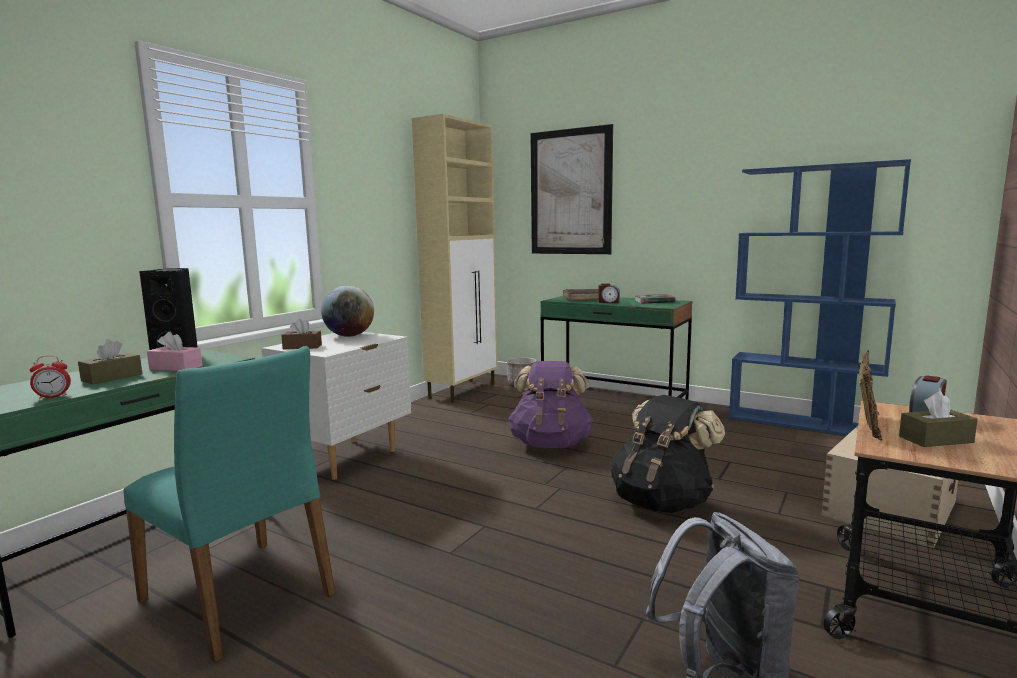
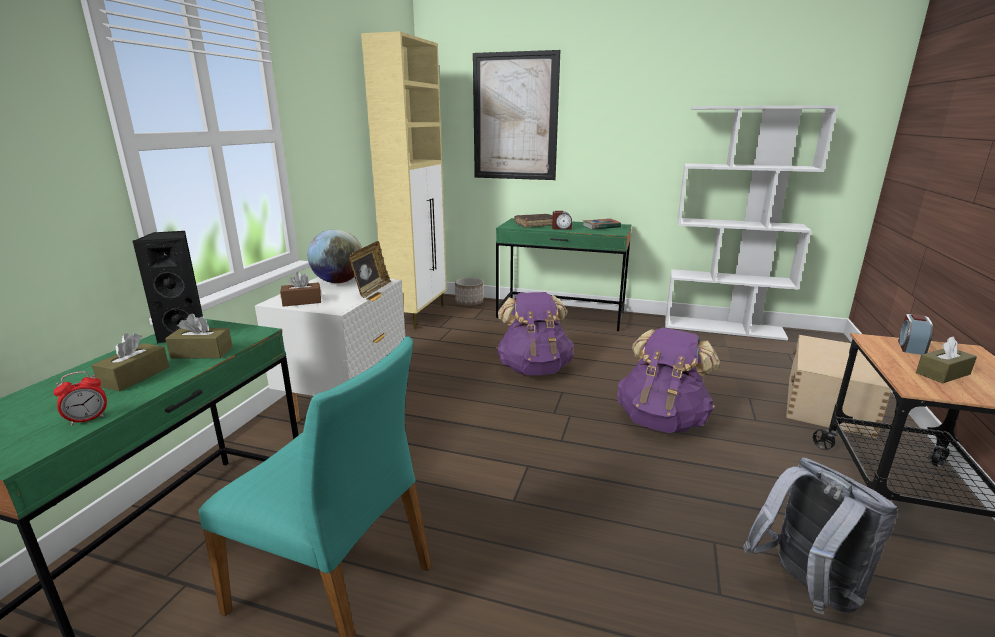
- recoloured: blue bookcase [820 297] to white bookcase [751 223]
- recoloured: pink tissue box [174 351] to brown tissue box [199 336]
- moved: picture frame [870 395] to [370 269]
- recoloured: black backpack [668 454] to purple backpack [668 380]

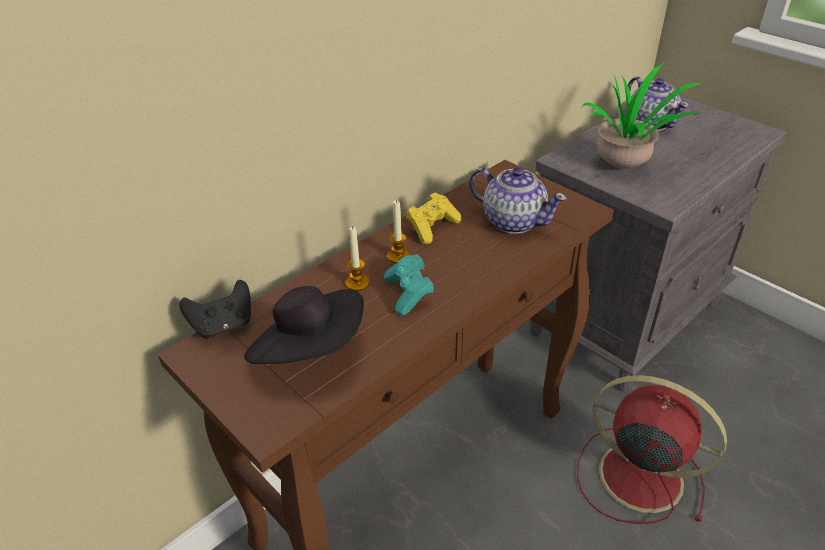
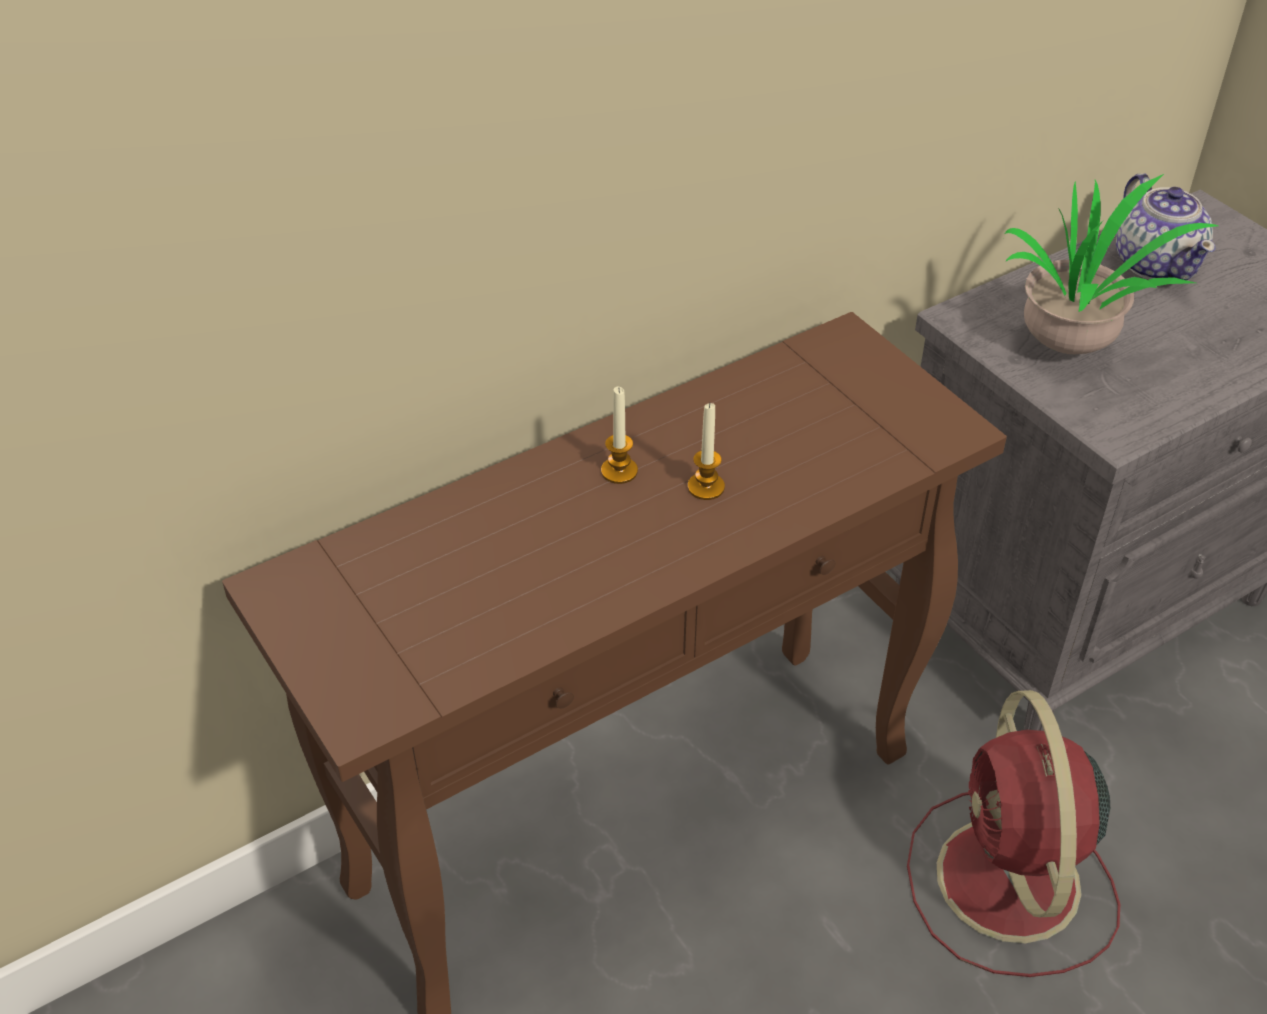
- removed: teapot [518 200]
- removed: yellow game controller [433 218]
- moved: candle [357 258] to [706 451]
- removed: turquoise game controller [409 284]
- removed: black game controller [215 309]
- removed: black hat [304 325]
- turned: red fan [652 449] = [1013 833] 135 degrees counterclockwise

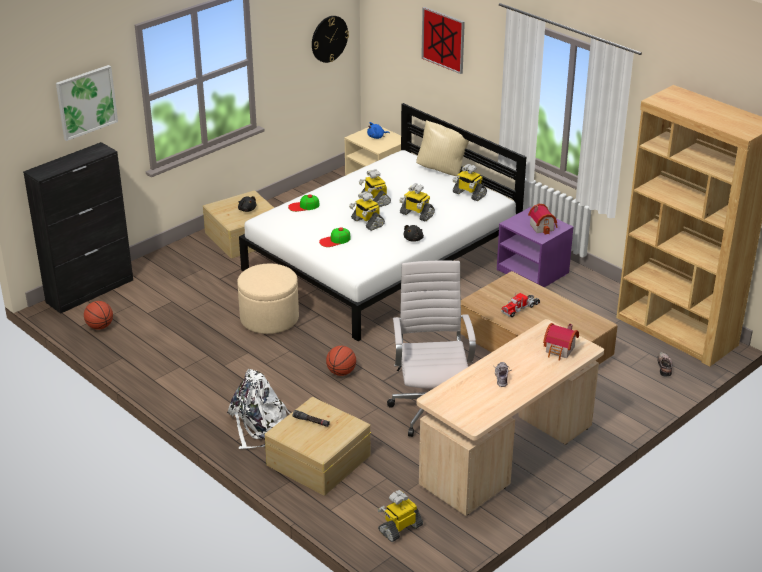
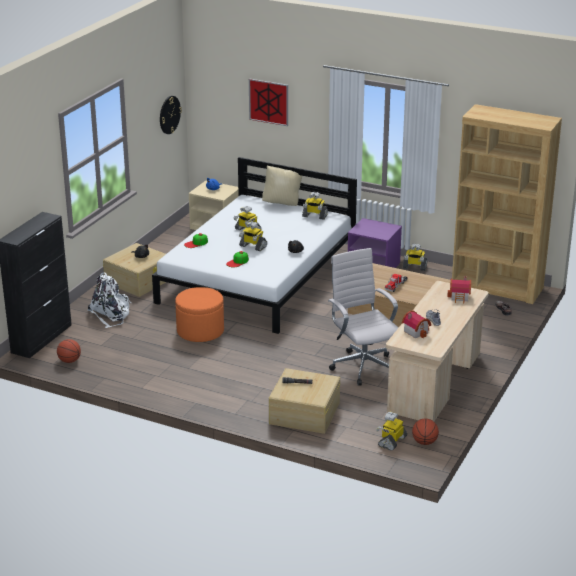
- removed: picture [87 103]
- moved: toy robot [417 203] to [415 257]
- moved: toy house [543 219] to [416 324]
- recoloured: beige ottoman [268 298] to orange ottoman [199 314]
- moved: basketball [341 361] to [425 432]
- moved: white backpack [258 409] to [109 300]

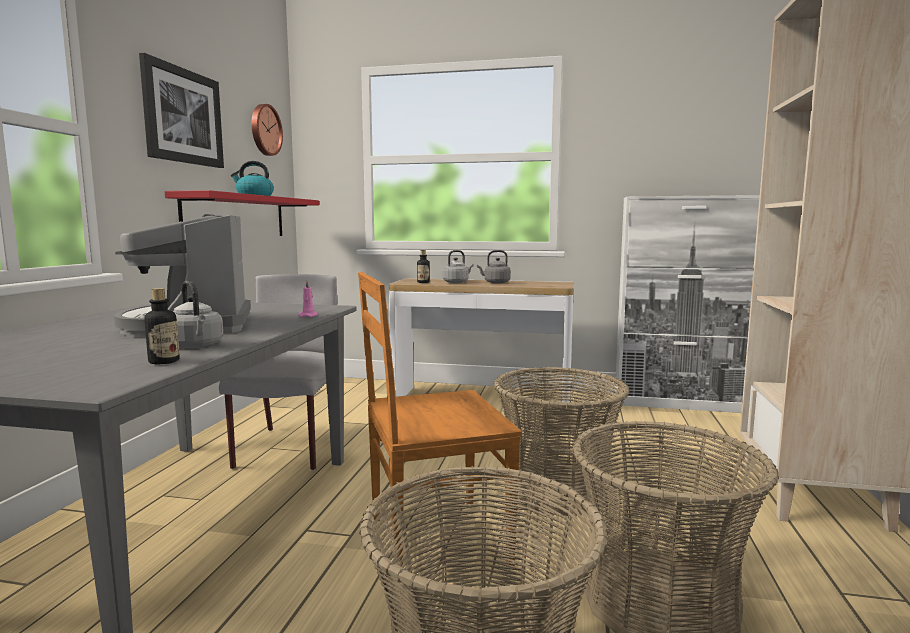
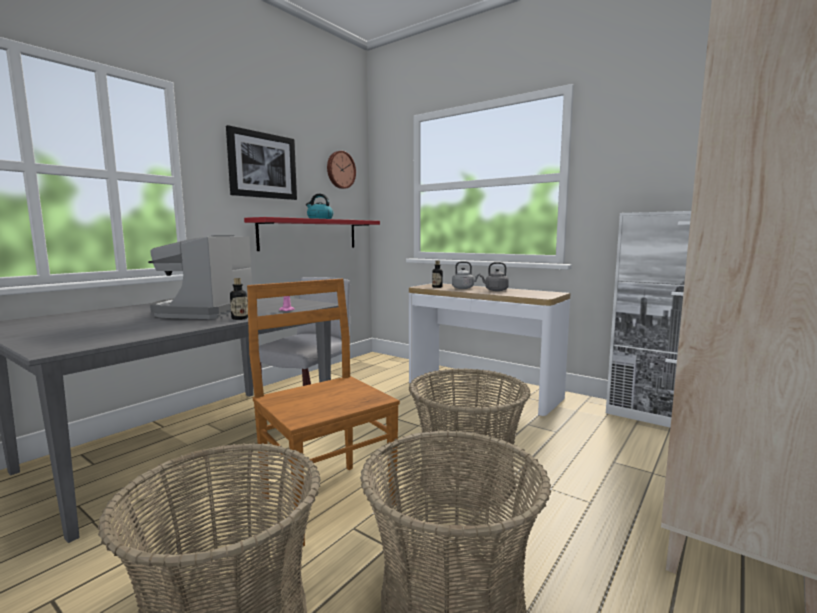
- turned: brown chair [440 419] = [323 413] 45 degrees clockwise
- removed: grey kettle [198 314]
- moved: bottle [162 326] to [239 299]

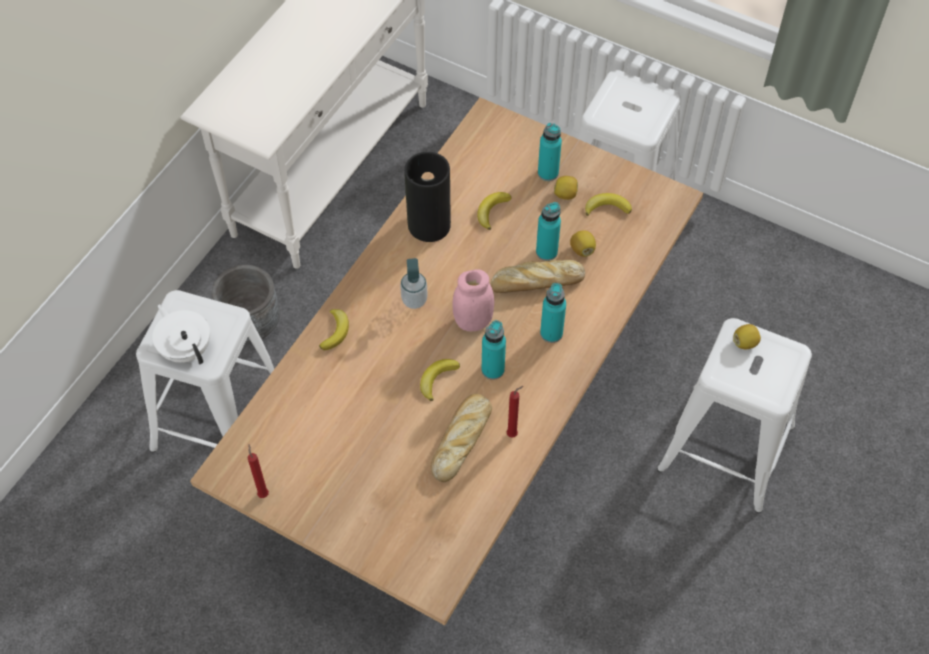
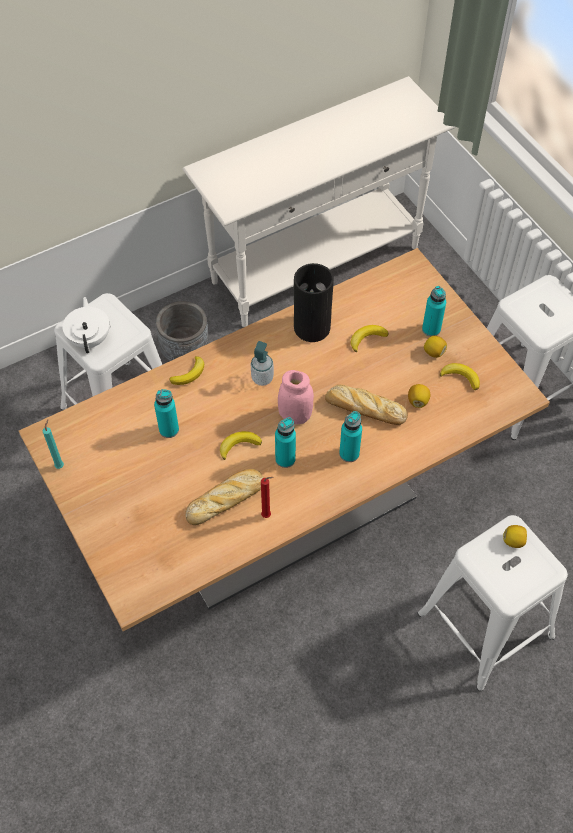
- moved: turquoise bottle [548 231] to [166 413]
- recoloured: red candle [258 471] to turquoise candle [53 444]

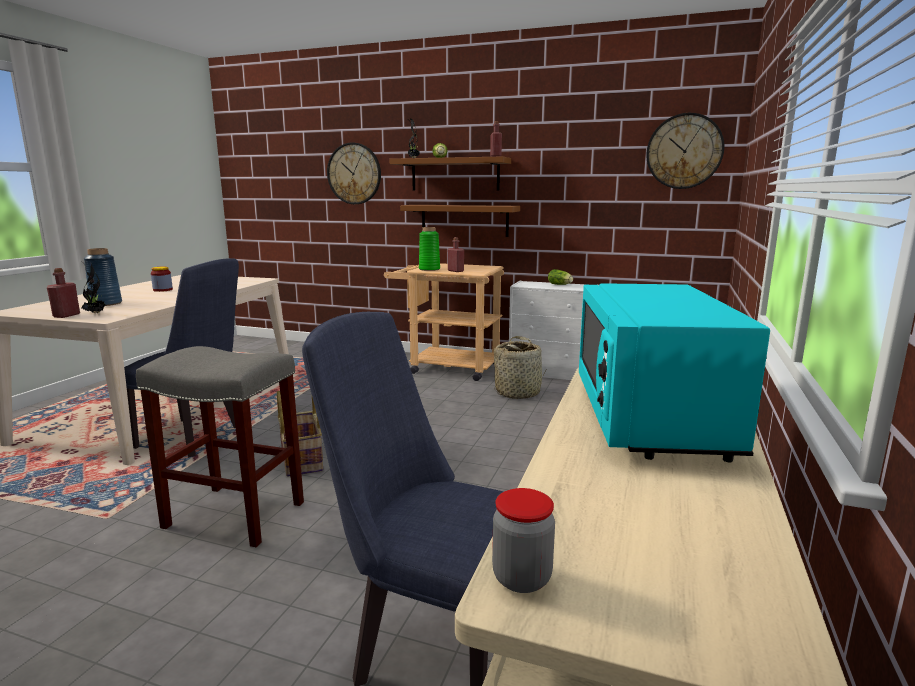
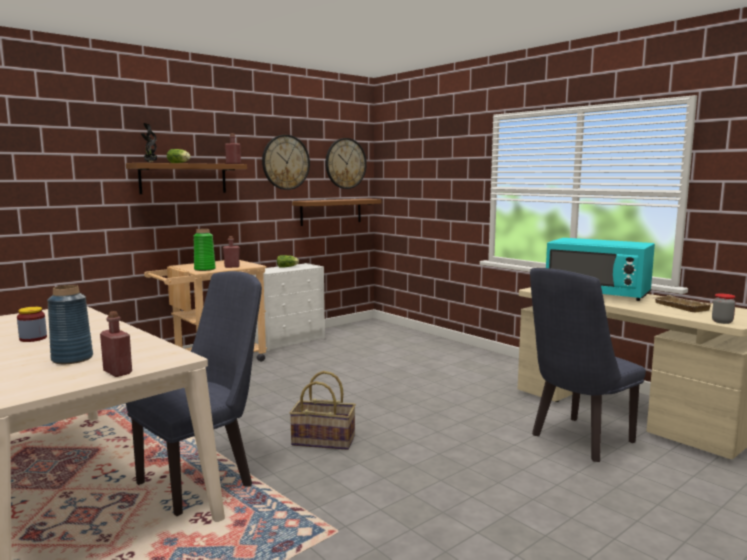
- moved: wall clock [354 173] to [286 162]
- moved: brown shelf [460 221] to [337 212]
- removed: potted plant [92 285]
- removed: basket [520 367]
- removed: grey stool [220 446]
- added: beige tray [683 303]

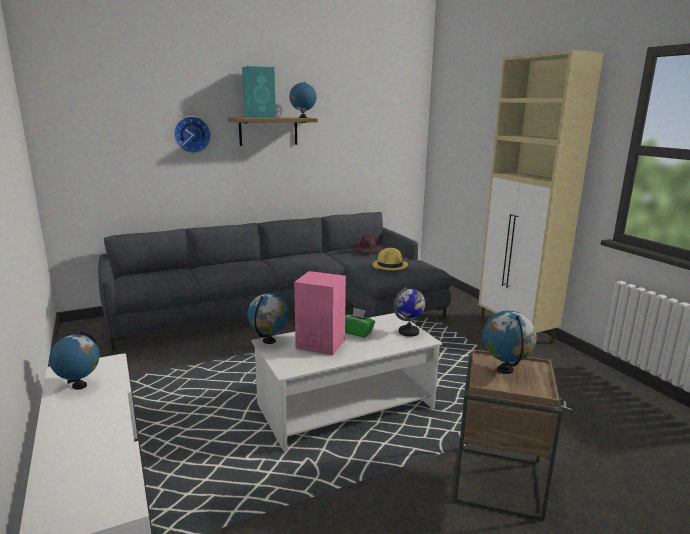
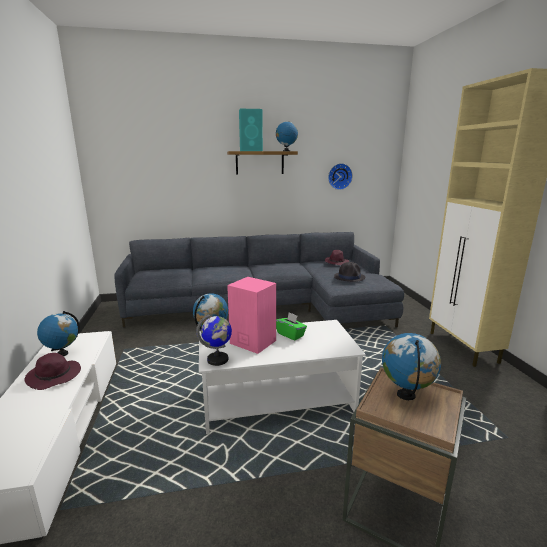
- moved: wall clock [192 134] to [340 176]
- recoloured: yellow hat [390 259] to black hat [349 272]
- moved: globe [410 312] to [214 340]
- added: purple hat [53 371]

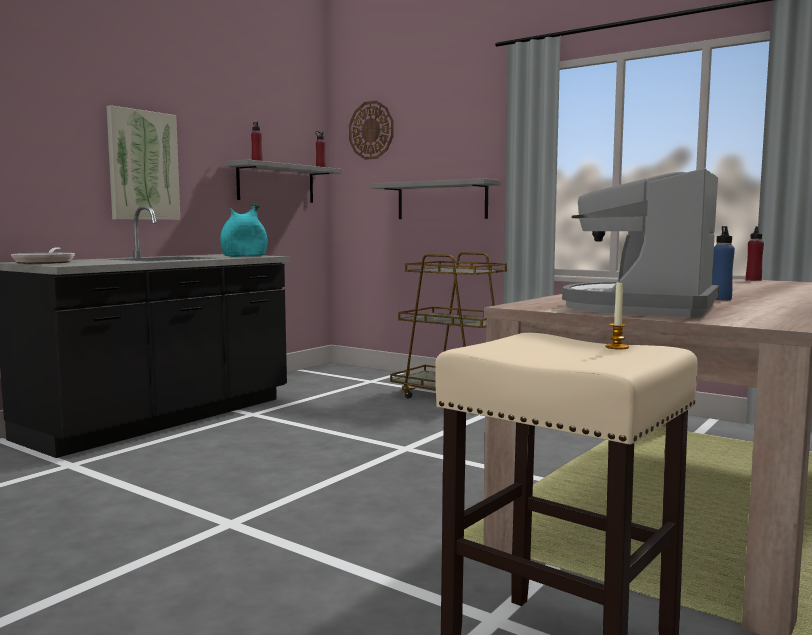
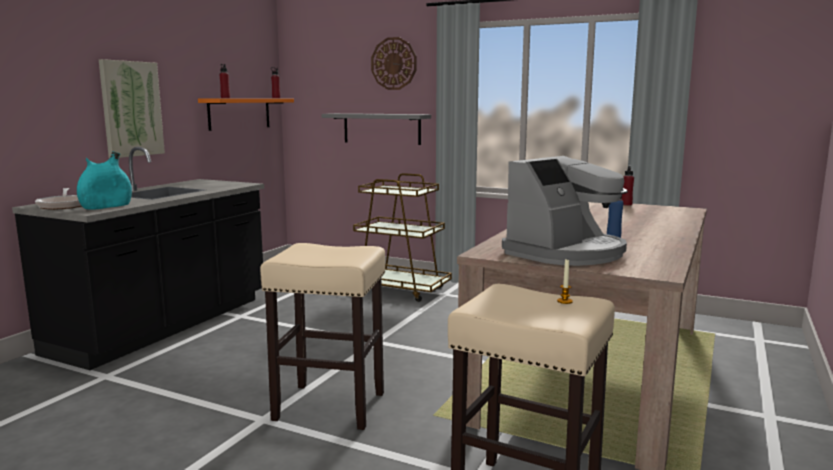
- moved: wall clock [371 130] to [393 63]
- recoloured: grey shelf [283 181] to orange shelf [246 114]
- turned: coffee machine [640 243] = [565 211] 150 degrees counterclockwise
- moved: turquoise vase [243 230] to [104 180]
- added: beige stool [322 336]

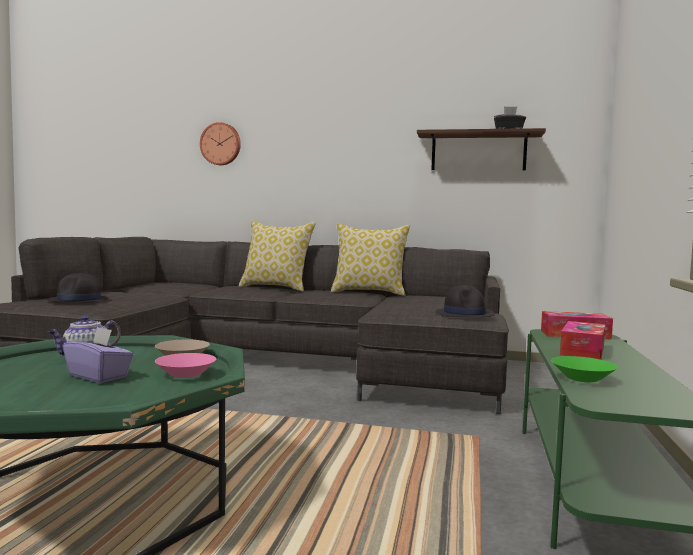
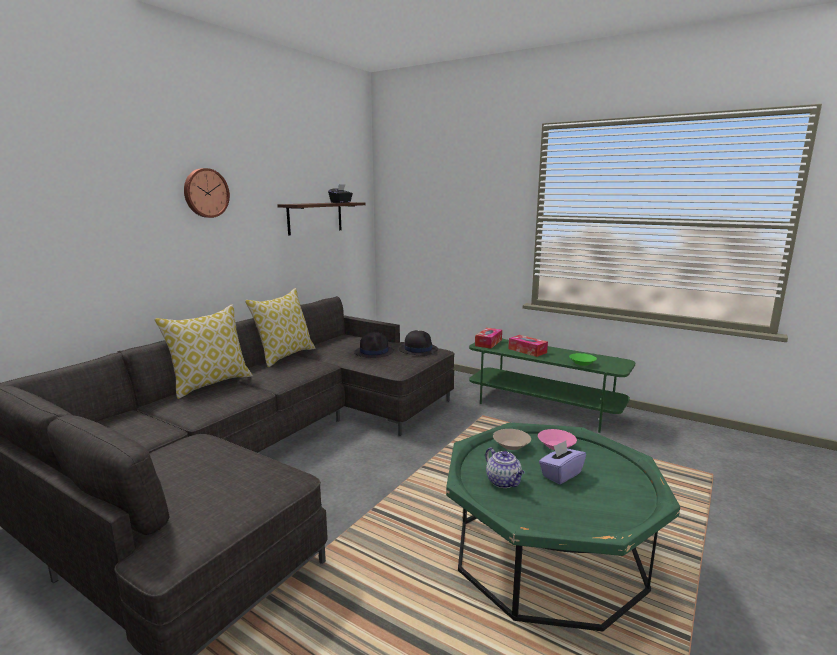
- moved: wall clock [220 143] to [207 193]
- moved: black hat [79 287] to [374 345]

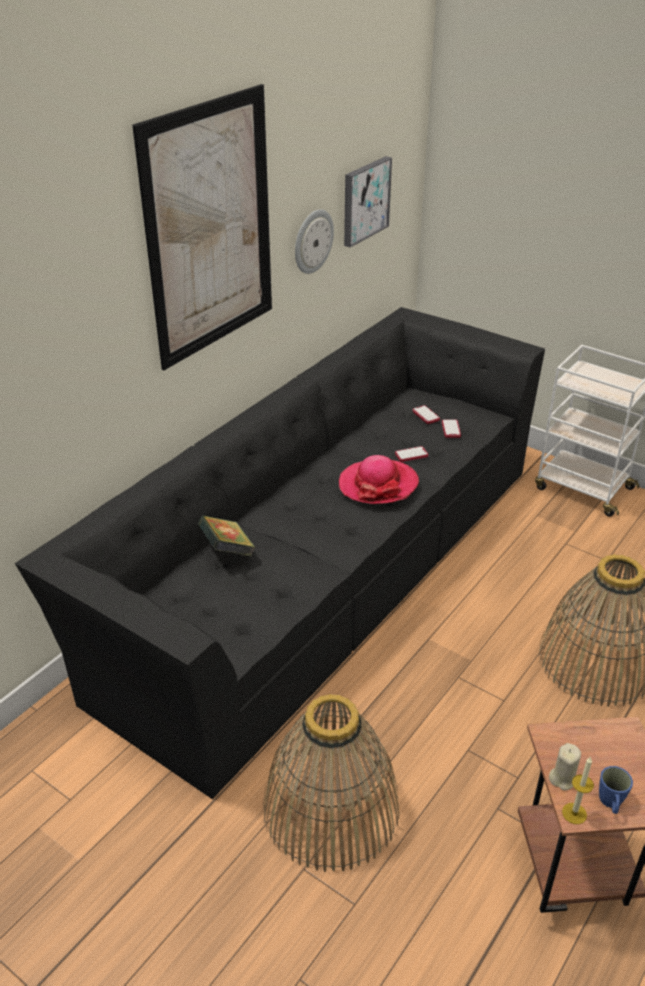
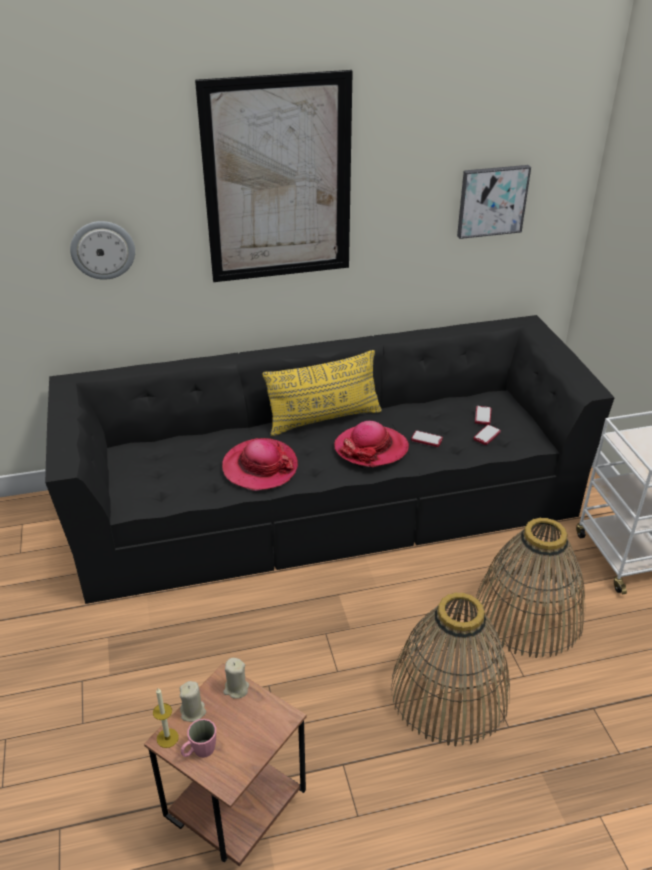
- moved: wall clock [314 241] to [102 250]
- removed: book [227 536]
- moved: basket [331 783] to [530 588]
- recoloured: blue mug [616 790] to pink mug [198 738]
- added: yellow pillow [322 393]
- added: hat [260 464]
- added: beige candle [236 678]

